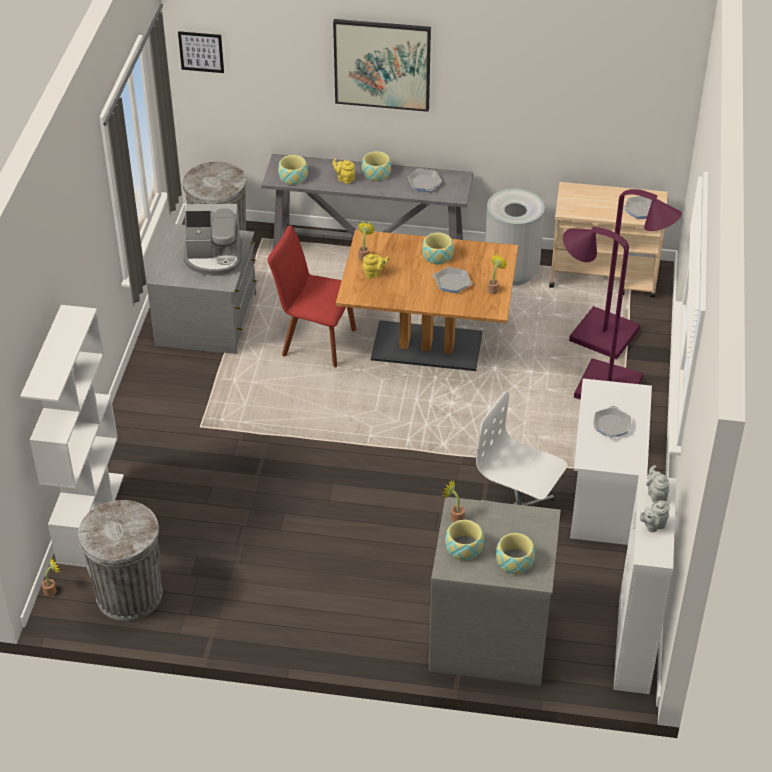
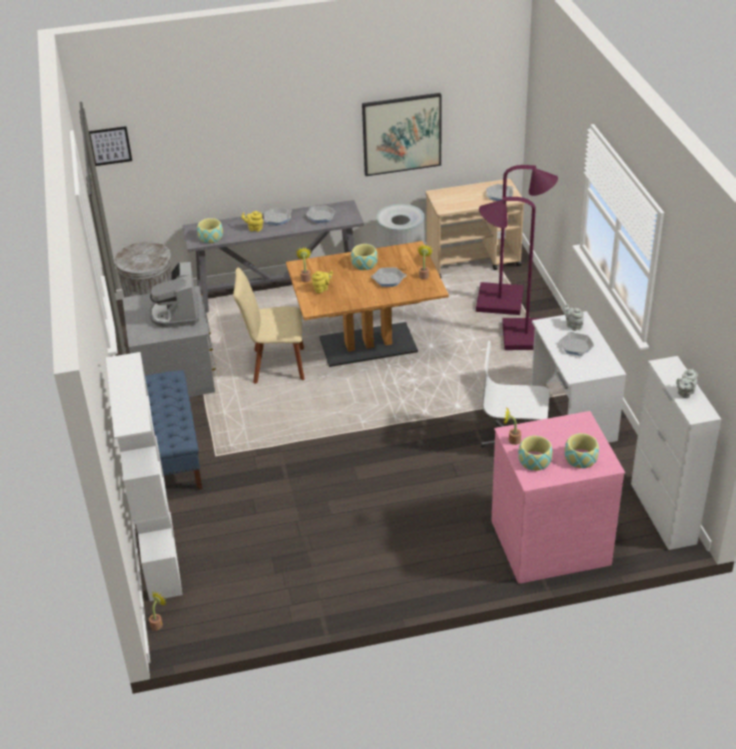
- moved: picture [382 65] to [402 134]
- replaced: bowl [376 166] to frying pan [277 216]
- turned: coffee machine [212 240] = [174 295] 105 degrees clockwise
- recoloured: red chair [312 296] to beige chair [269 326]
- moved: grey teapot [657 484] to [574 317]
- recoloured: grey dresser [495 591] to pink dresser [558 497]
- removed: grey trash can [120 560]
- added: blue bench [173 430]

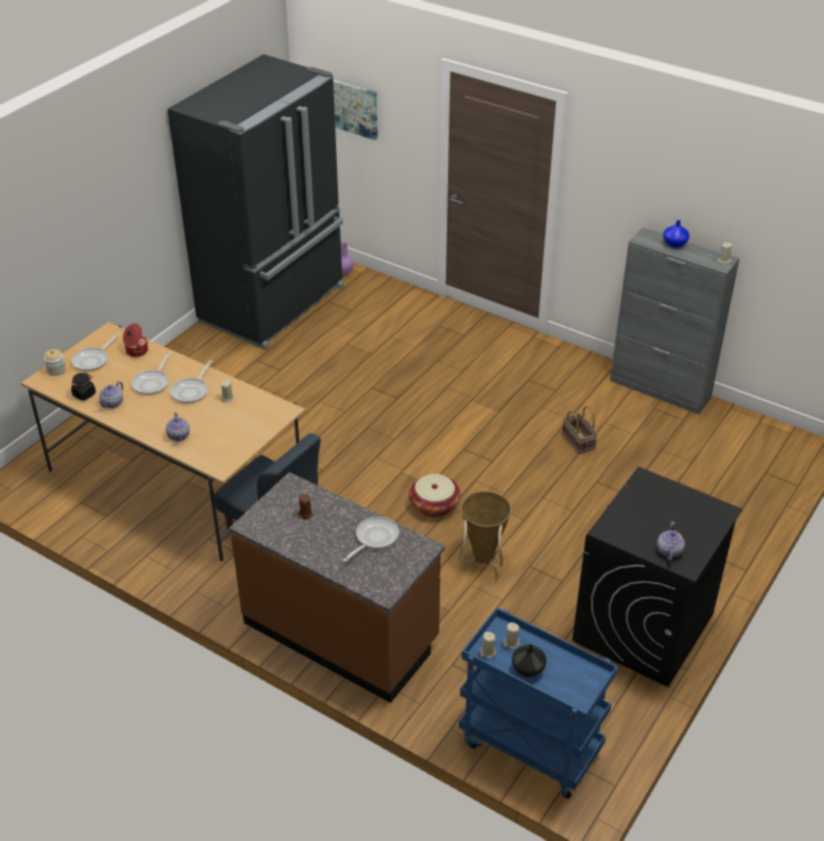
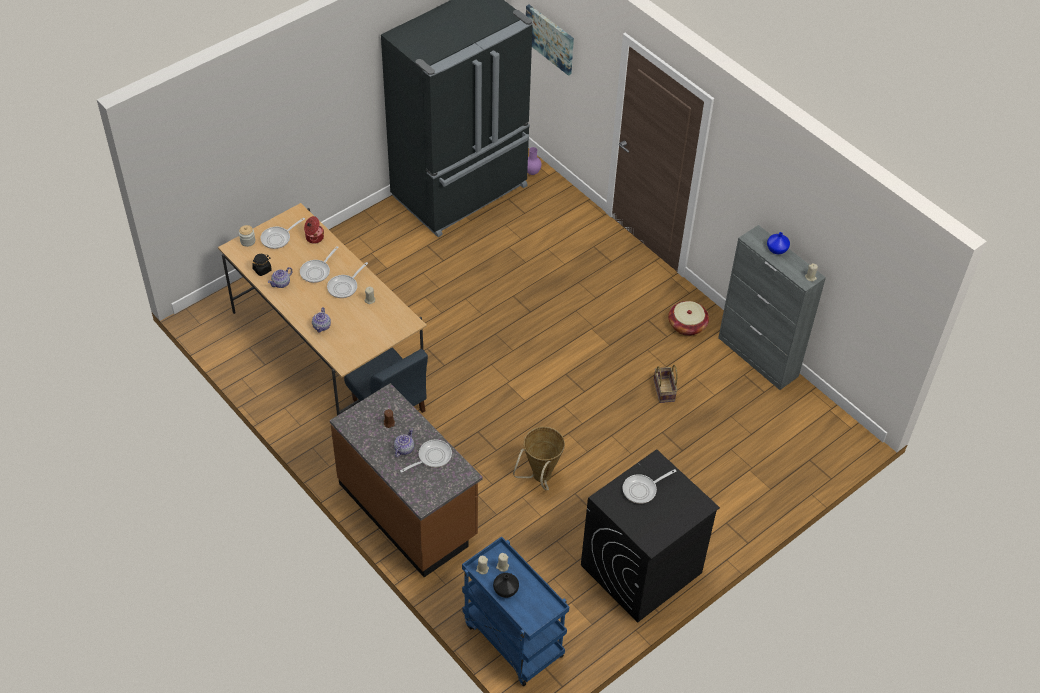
- moved: basket [435 495] to [688 318]
- moved: teapot [671 541] to [404 442]
- added: frying pan [649 486]

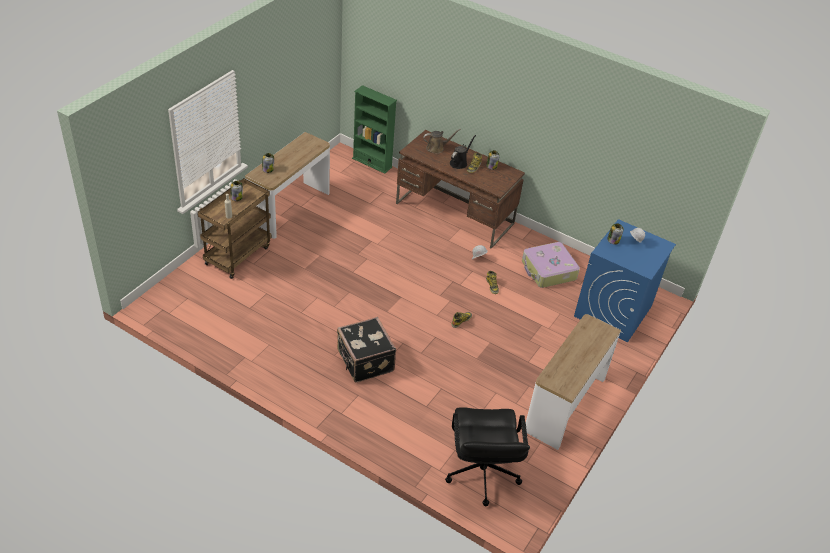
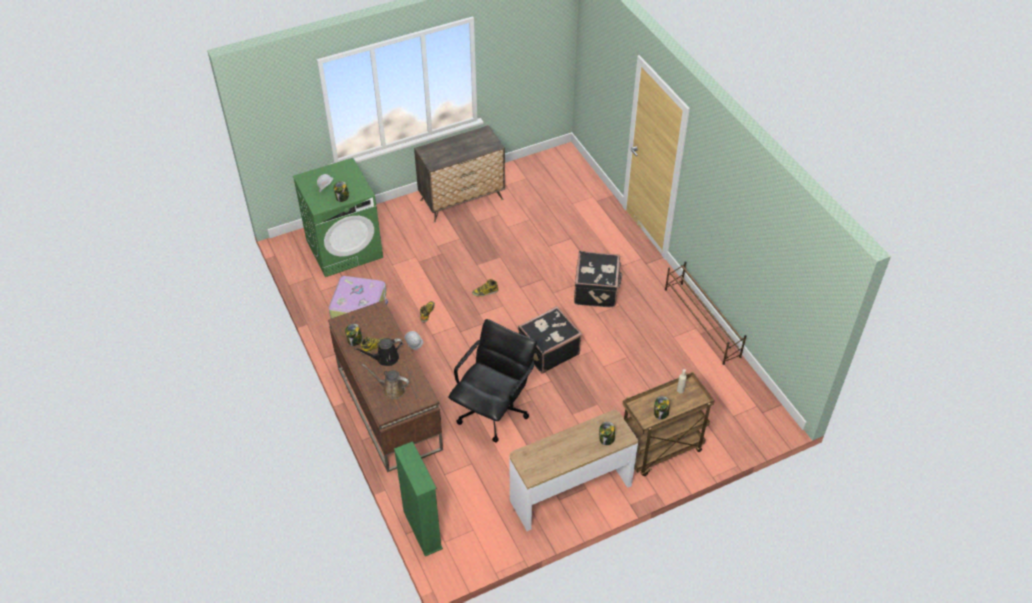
- recoloured: blue washing machine [625 280] to green washing machine [338 217]
- replaced: console table [573 382] to dresser [459 174]
- moved: black office chair [487 456] to [492 380]
- added: brown shoe rack [705 313]
- added: black suitcase [550 339]

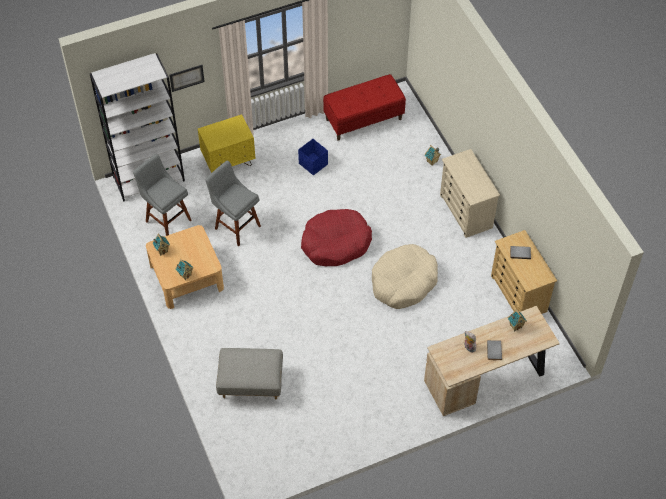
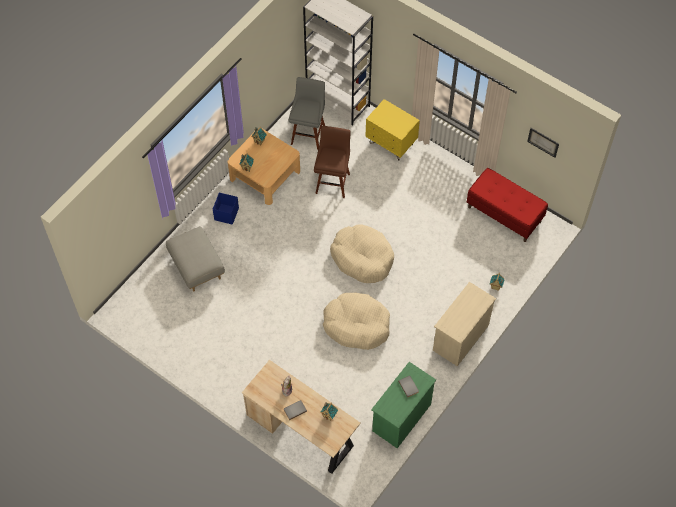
- moved: picture [187 78] to [543 143]
- moved: blue storage box [313 157] to [226 208]
- recoloured: grey stool [233 203] to brown stool [332 162]
- recoloured: red dog bed [336 237] to beige dog bed [362 253]
- recoloured: beige dresser [524 272] to green dresser [403 405]

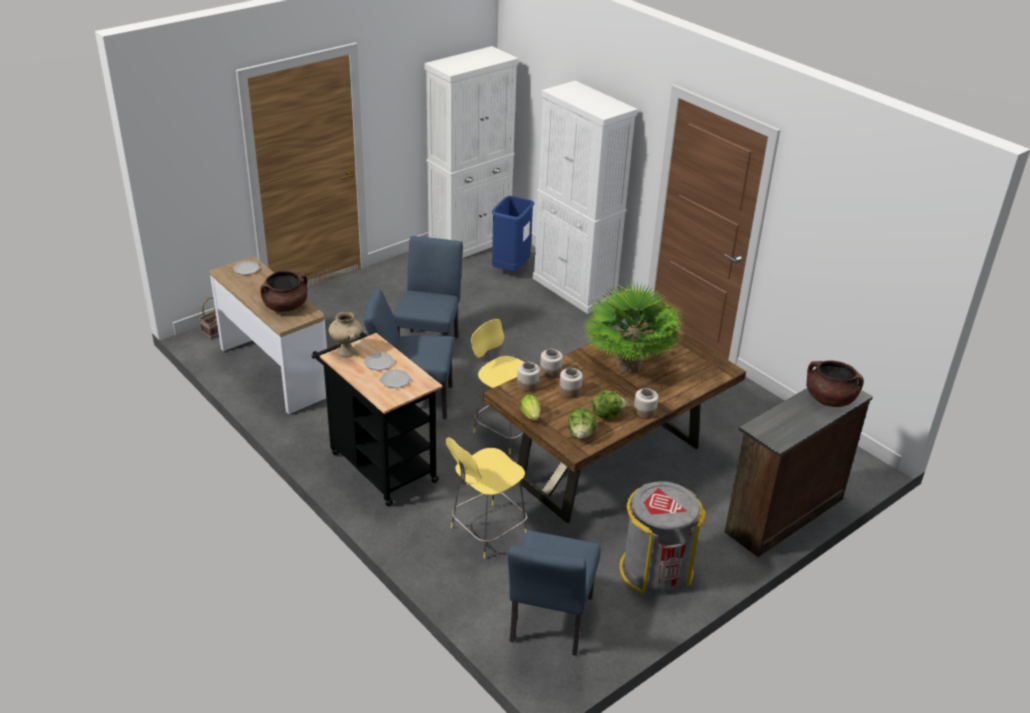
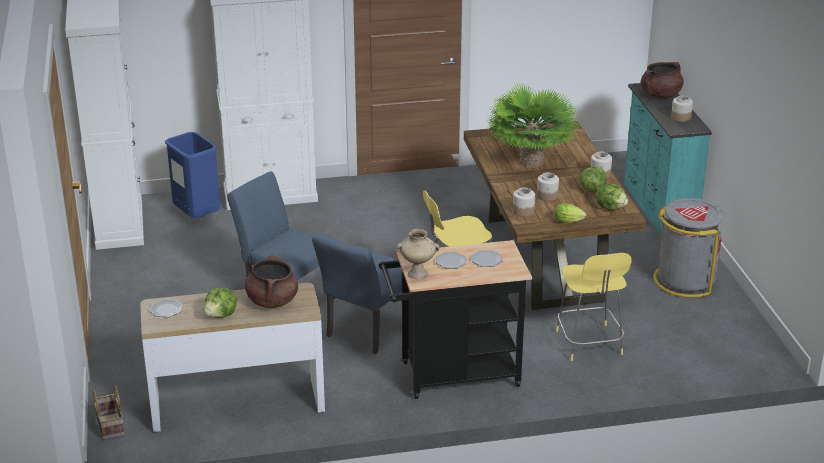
- moved: jar [551 363] to [682 109]
- recoloured: brown dresser [799 472] to turquoise dresser [668 160]
- removed: blue chair [554 592]
- added: lettuce [220 302]

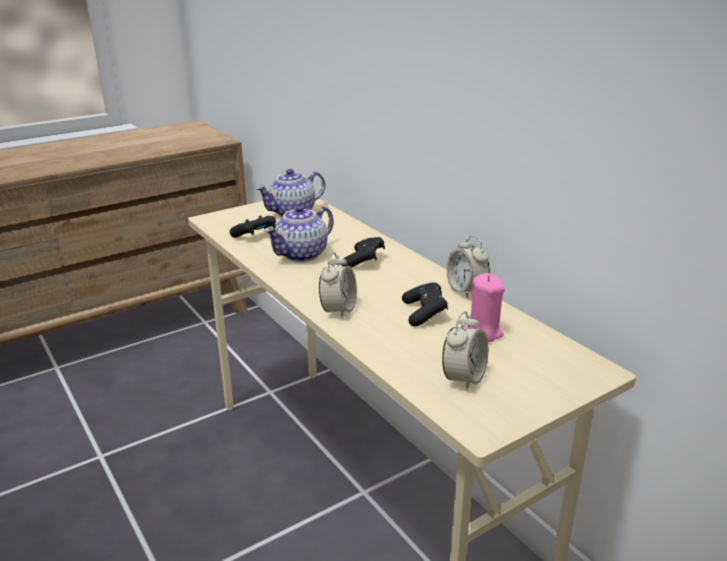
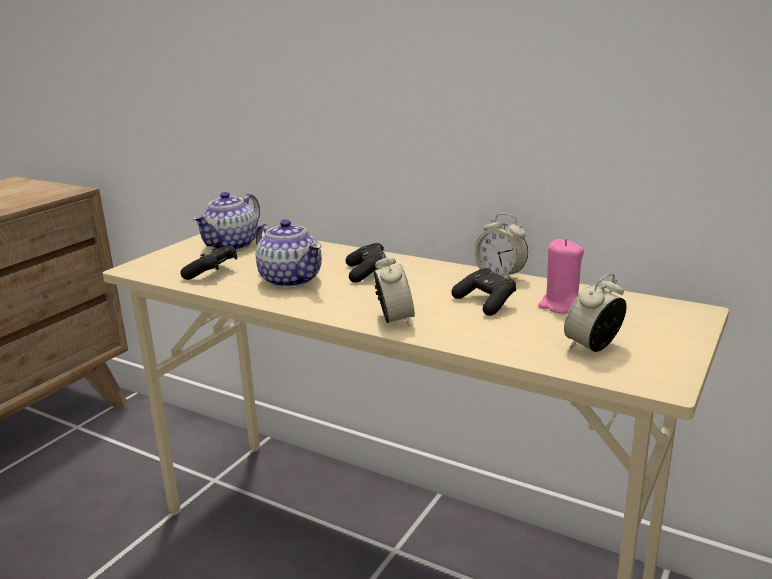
- turned: teapot [299 233] = [289 253] 60 degrees counterclockwise
- turned: alarm clock [465 351] = [595 313] 135 degrees counterclockwise

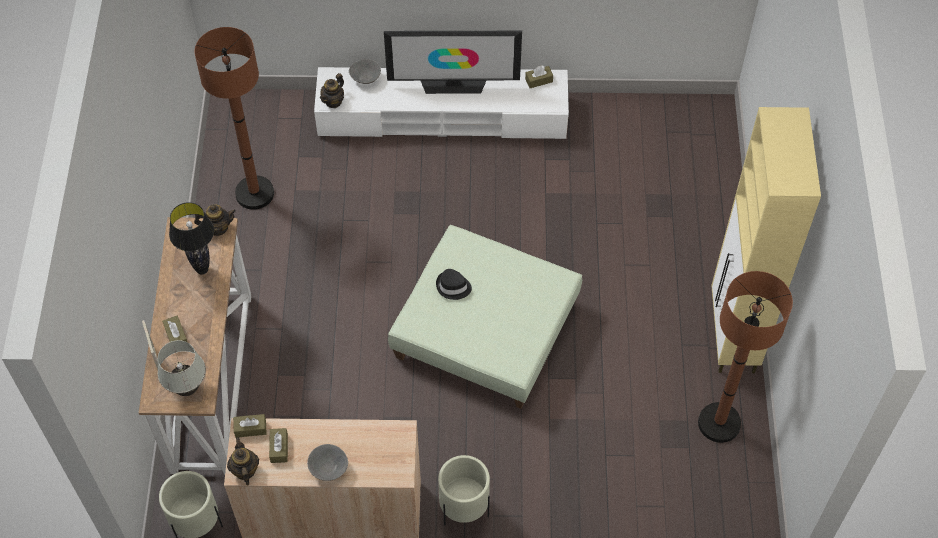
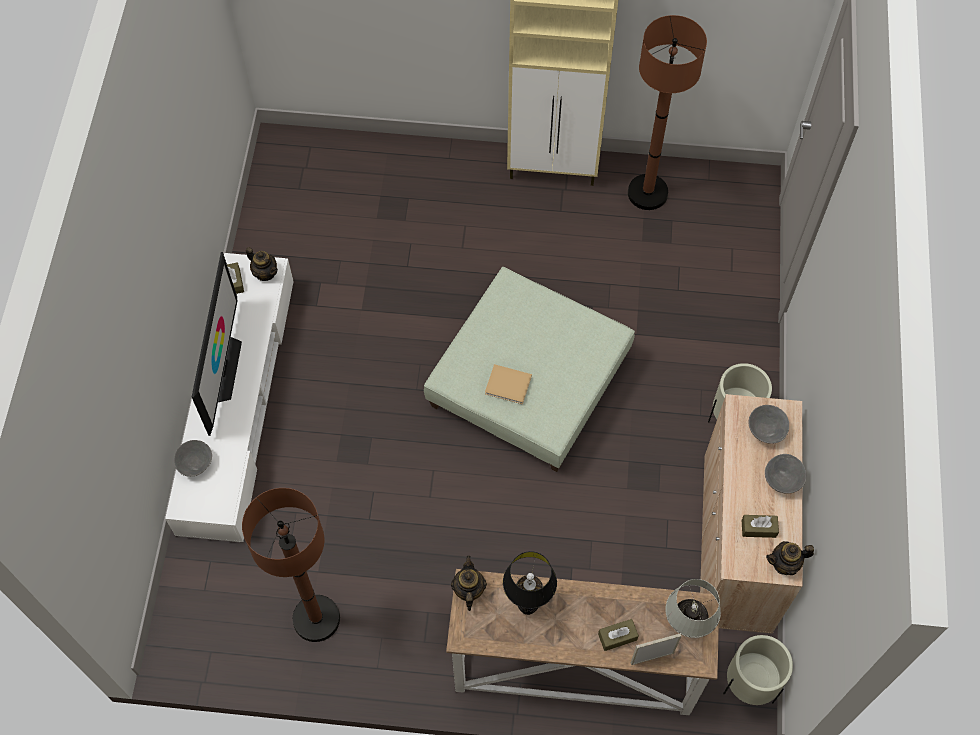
- moved: teapot [332 90] to [262 264]
- replaced: black hat [454 284] to beige book [508 384]
- removed: brown tissue box [250 426]
- added: grey bowl [769 424]

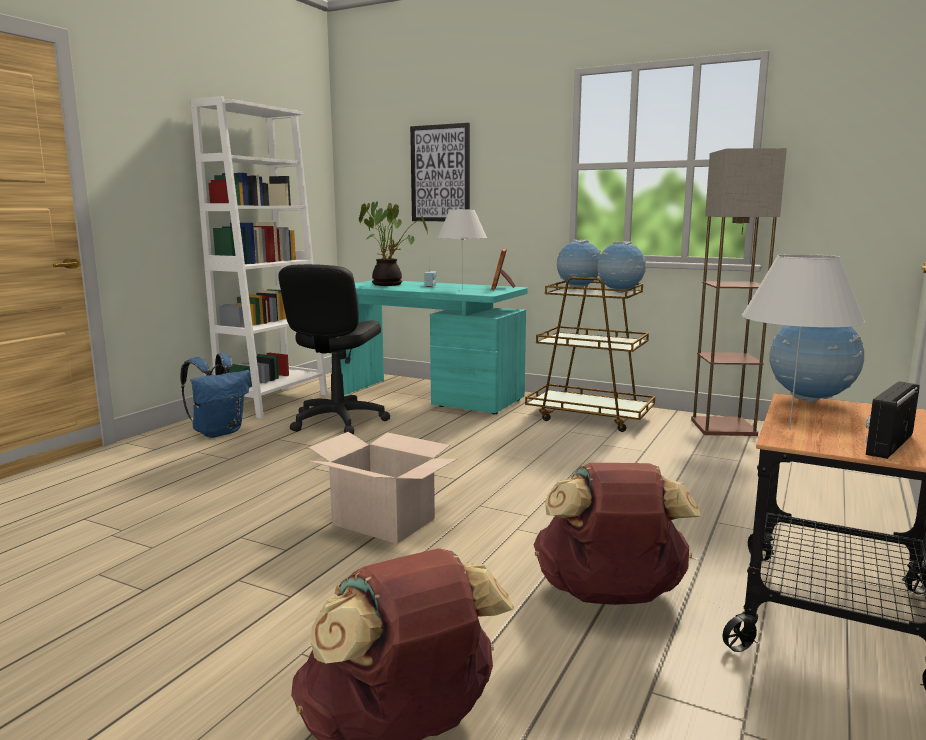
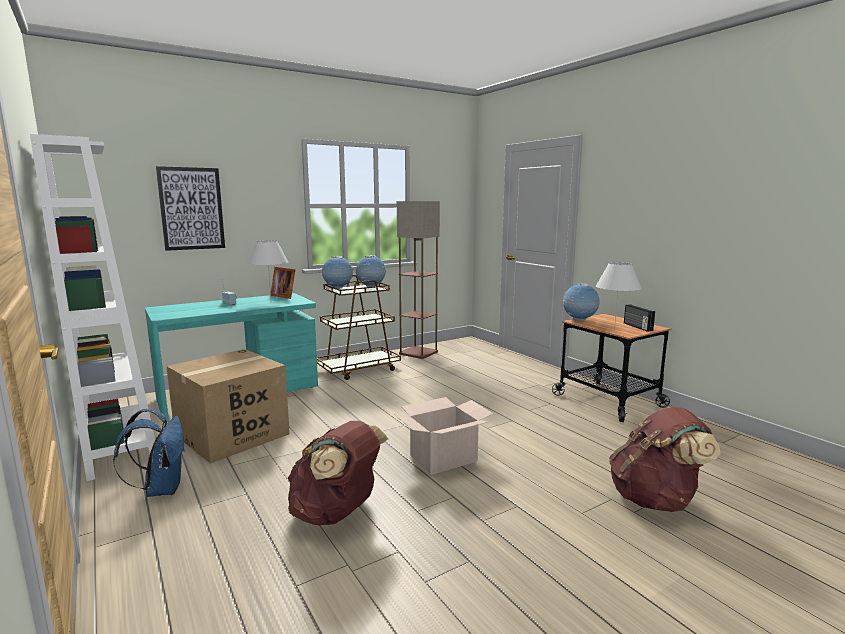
- removed: potted plant [393 244]
- replaced: black office chair [334 349] to cardboard box [228 406]
- moved: brown backpack [617 534] to [338 473]

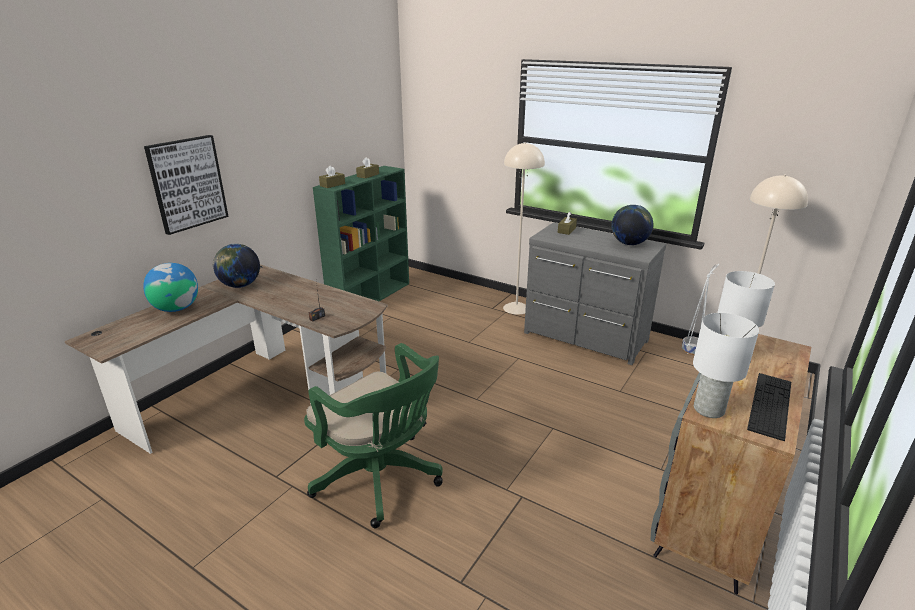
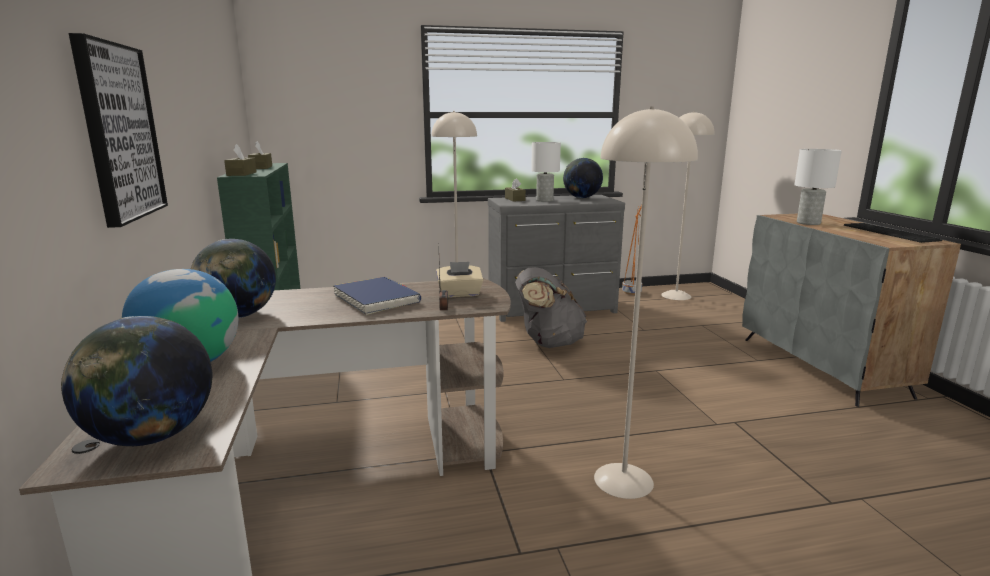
- recoloured: white planter [700 309] to orange planter [632 250]
- moved: white table lamp [726 365] to [546 172]
- replaced: green office chair [373 435] to beige floor lamp [646 302]
- added: beige tissue box [459 280]
- added: grey backpack [551 307]
- added: blue book [377 296]
- added: globe [136 381]

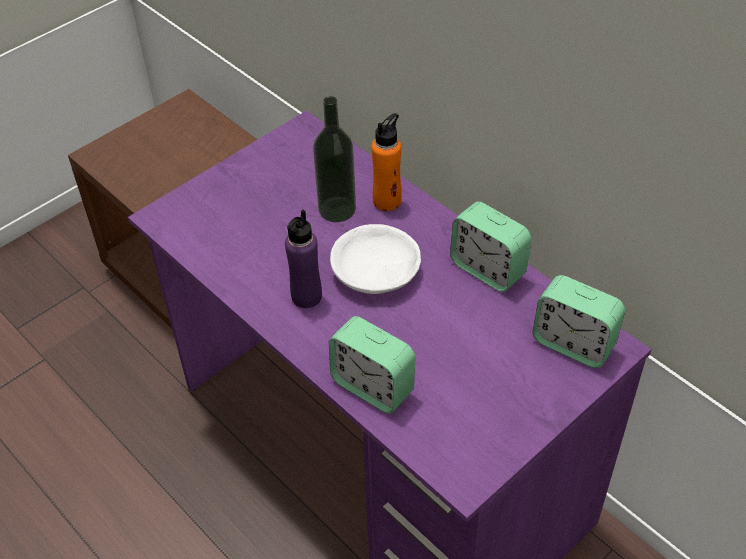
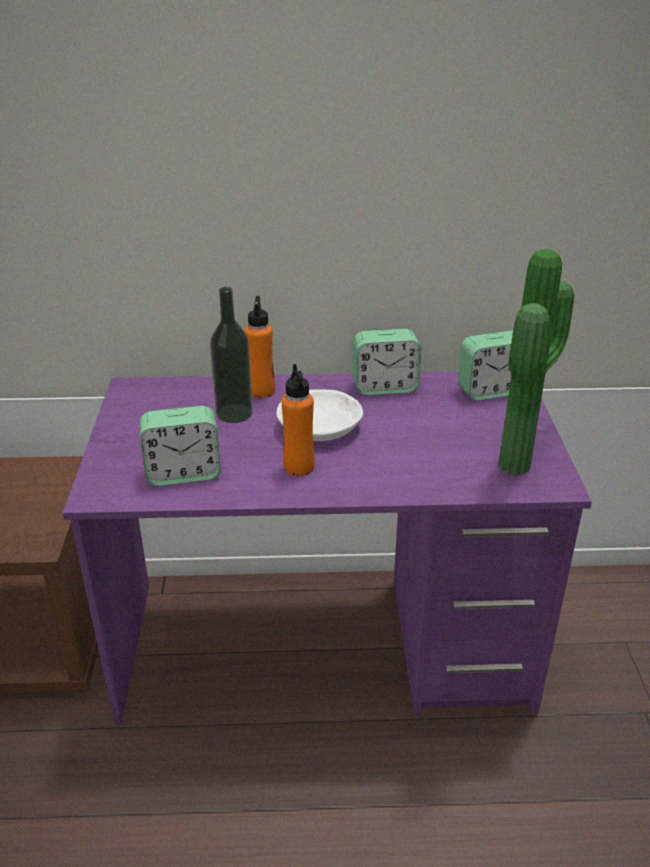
- recoloured: purple bottle [303 259] to orange bottle [298 420]
- moved: alarm clock [372 365] to [180 446]
- added: potted plant [536 362]

